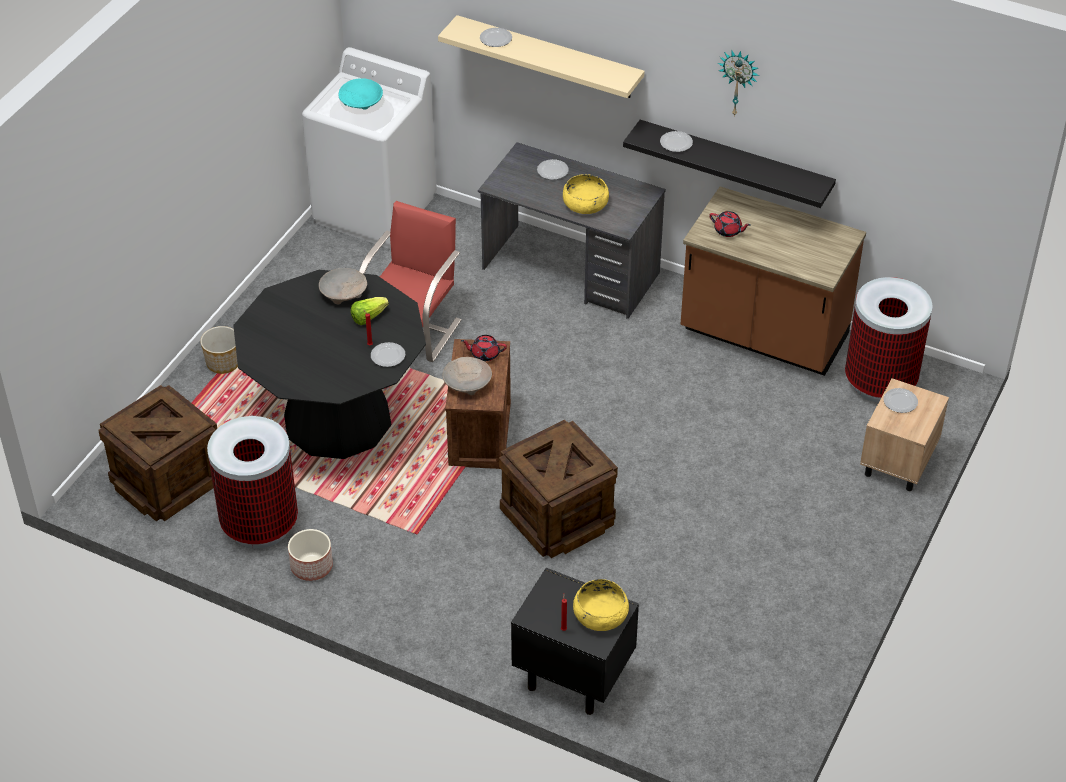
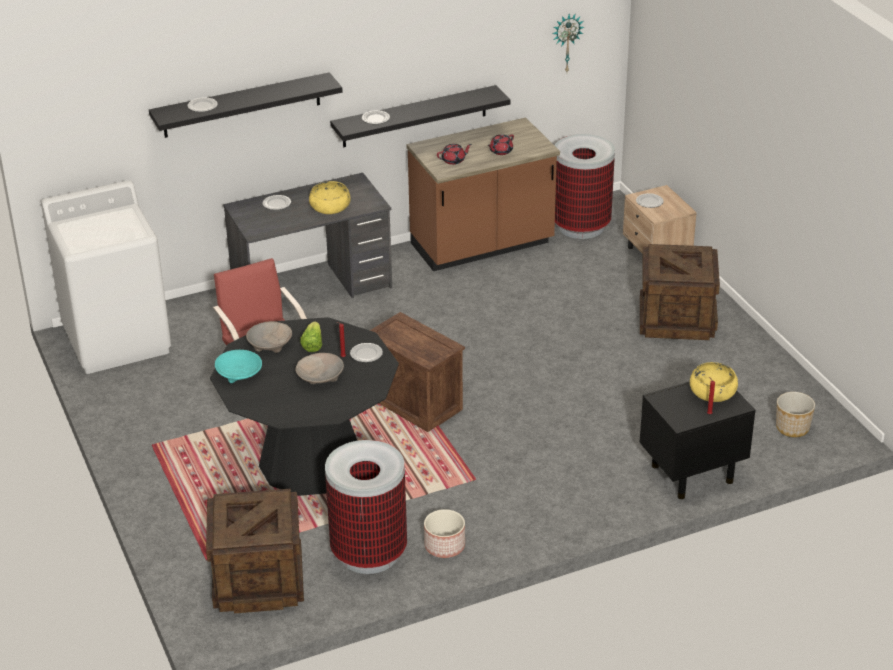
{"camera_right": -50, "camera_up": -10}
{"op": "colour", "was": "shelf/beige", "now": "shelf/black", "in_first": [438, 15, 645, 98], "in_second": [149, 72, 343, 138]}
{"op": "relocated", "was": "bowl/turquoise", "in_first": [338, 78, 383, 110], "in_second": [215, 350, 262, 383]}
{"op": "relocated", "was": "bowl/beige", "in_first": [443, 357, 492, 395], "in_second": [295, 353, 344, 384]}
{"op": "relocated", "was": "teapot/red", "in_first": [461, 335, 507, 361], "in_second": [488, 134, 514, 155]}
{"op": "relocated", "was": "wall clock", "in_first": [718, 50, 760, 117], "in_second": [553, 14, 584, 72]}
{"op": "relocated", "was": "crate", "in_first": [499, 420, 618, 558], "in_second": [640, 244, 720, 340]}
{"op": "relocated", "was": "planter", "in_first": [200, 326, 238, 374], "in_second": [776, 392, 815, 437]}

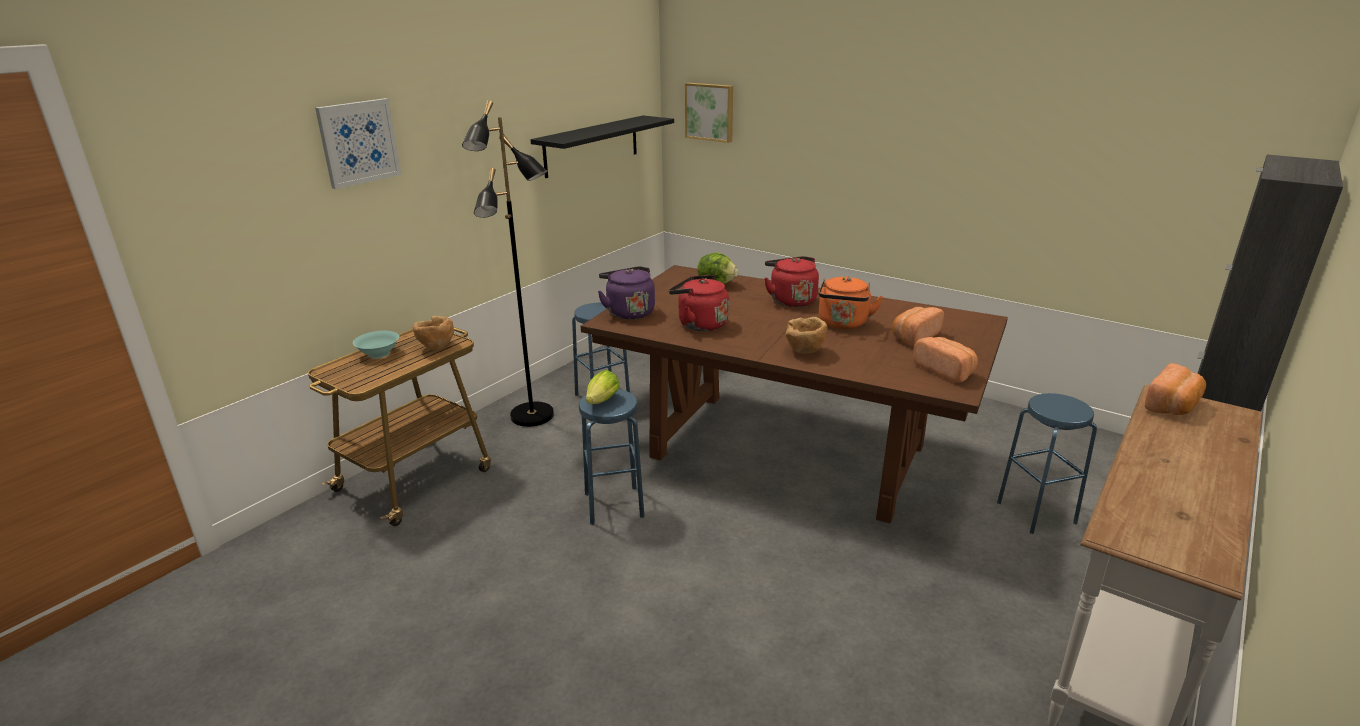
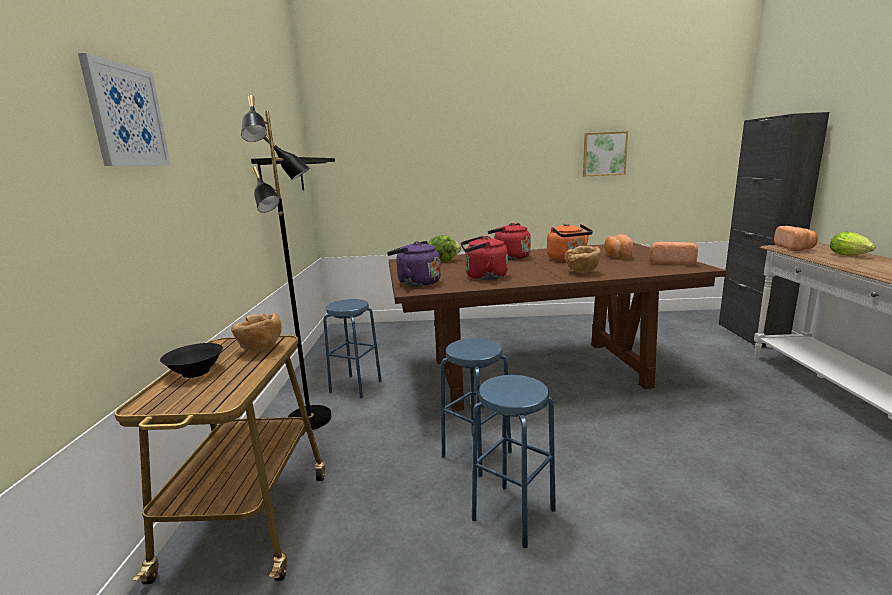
{"camera_right": -35, "camera_up": -10}
{"op": "colour", "was": "bowl/turquoise", "now": "bowl/black", "in_first": [353, 331, 399, 358], "in_second": [160, 343, 223, 378]}
{"op": "relocated", "was": "stool/blue", "in_first": [997, 393, 1097, 534], "in_second": [472, 375, 556, 548]}
{"op": "relocated", "was": "picture", "in_first": [685, 83, 733, 143], "in_second": [583, 131, 628, 176]}
{"op": "relocated", "was": "lettuce", "in_first": [586, 370, 620, 404], "in_second": [830, 232, 876, 256]}

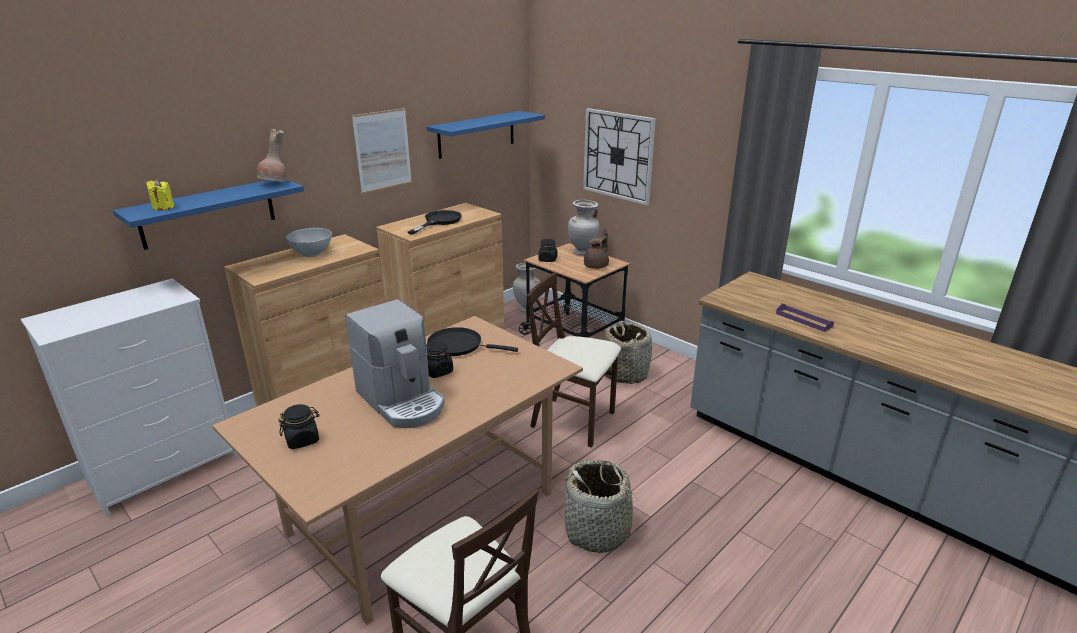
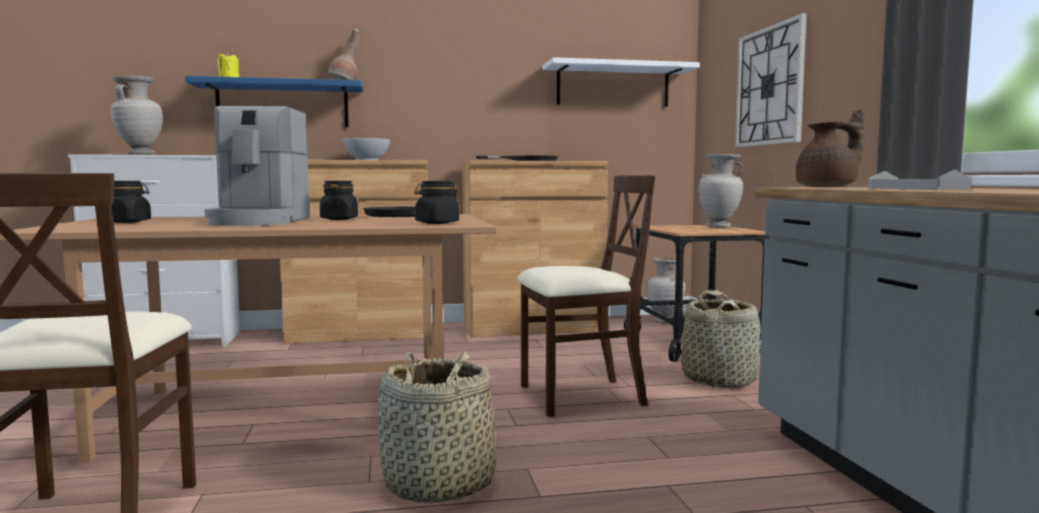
{"camera_right": 35, "camera_up": -20}
{"op": "appeared", "now": "vase/beige", "in_second": [111, 76, 163, 155]}
{"op": "relocated", "was": "jar/black", "in_first": [538, 239, 558, 262], "in_second": [414, 181, 459, 224]}
{"op": "spun", "was": "chair/beige", "in_first": [527, 273, 621, 448], "in_second": [517, 175, 656, 417], "clockwise": 105}
{"op": "colour", "was": "shelf/blue", "now": "shelf/white", "in_first": [427, 111, 545, 159], "in_second": [543, 57, 700, 107]}
{"op": "relocated", "was": "teapot/brown", "in_first": [584, 229, 609, 269], "in_second": [795, 110, 864, 187]}
{"op": "colour", "was": "tray/purple", "now": "tray/grey", "in_first": [776, 304, 834, 332], "in_second": [869, 170, 971, 190]}
{"op": "missing", "was": "picture", "in_first": [352, 108, 412, 194]}

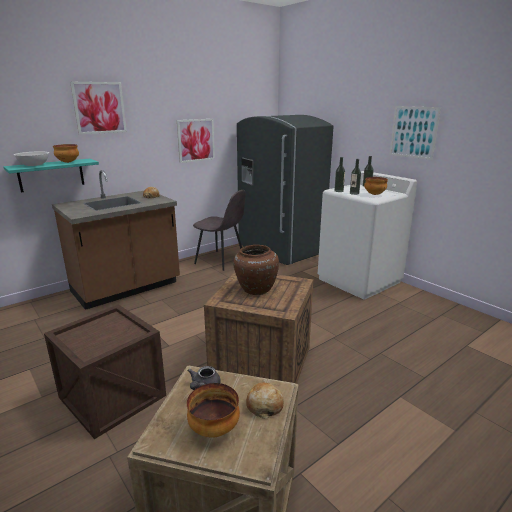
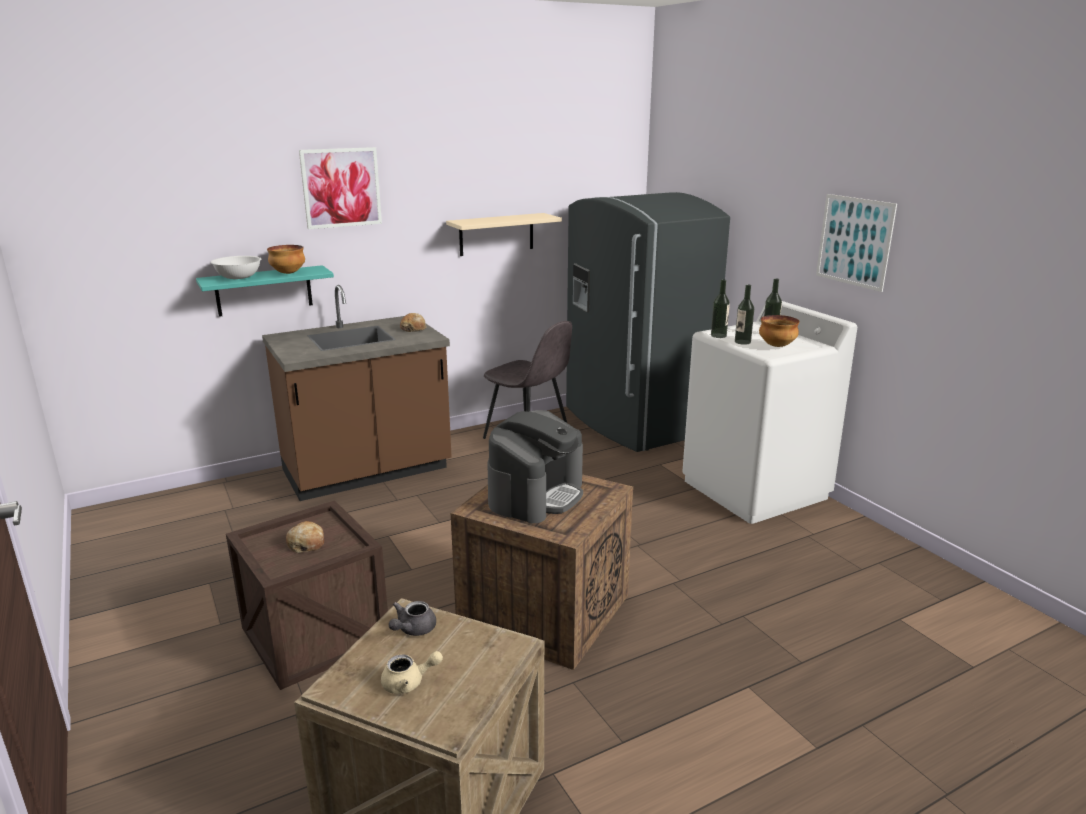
{"camera_right": 10, "camera_up": 0}
{"op": "relocated", "was": "bread", "in_first": [246, 383, 284, 419], "in_second": [286, 521, 324, 553]}
{"op": "exchanged", "was": "bowl", "now": "teapot/beige", "in_first": [187, 383, 240, 438], "in_second": [381, 651, 443, 694]}
{"op": "exchanged", "was": "picture", "now": "shelf/beige", "in_first": [177, 119, 215, 163], "in_second": [446, 213, 562, 256]}
{"op": "exchanged", "was": "vase/brown", "now": "coffee machine", "in_first": [233, 245, 279, 295], "in_second": [488, 410, 583, 523]}

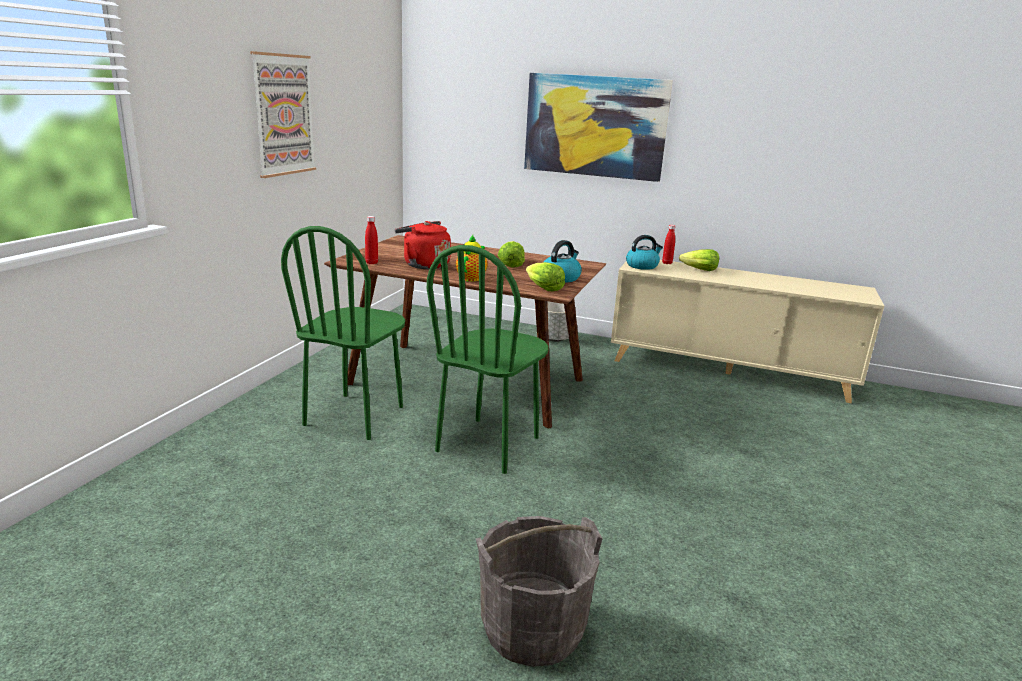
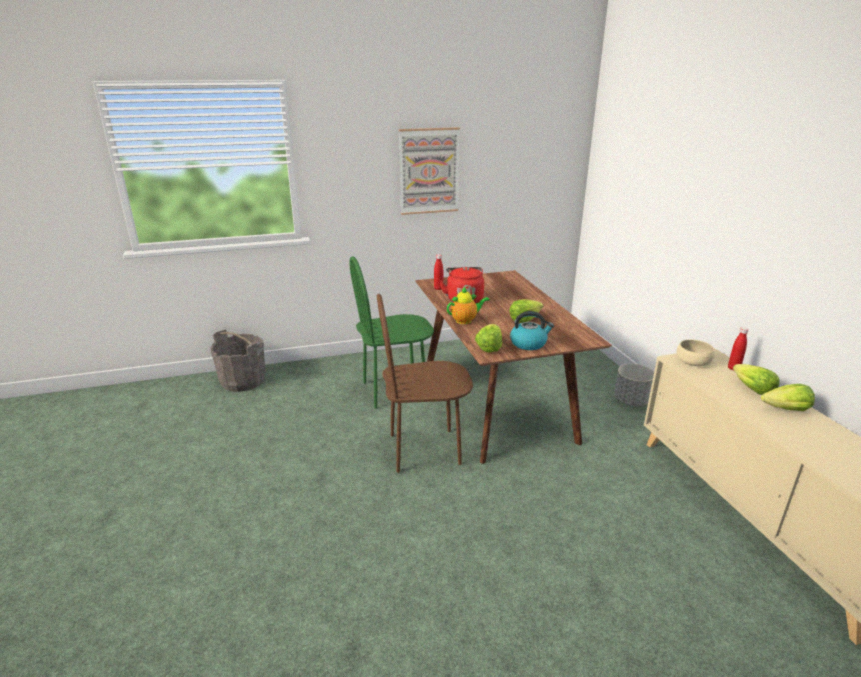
{"camera_right": 55, "camera_up": 5}
{"op": "relocated", "was": "bucket/grey", "in_first": [476, 516, 603, 667], "in_second": [210, 330, 266, 392]}
{"op": "colour", "was": "chair/green", "now": "chair/brown", "in_first": [427, 245, 548, 474], "in_second": [377, 294, 473, 473]}
{"op": "exchanged", "was": "kettle", "now": "bowl/beige", "in_first": [626, 235, 663, 270], "in_second": [677, 340, 715, 366]}
{"op": "appeared", "now": "lettuce", "in_second": [761, 384, 815, 411]}
{"op": "missing", "was": "picture", "in_first": [524, 73, 673, 182]}

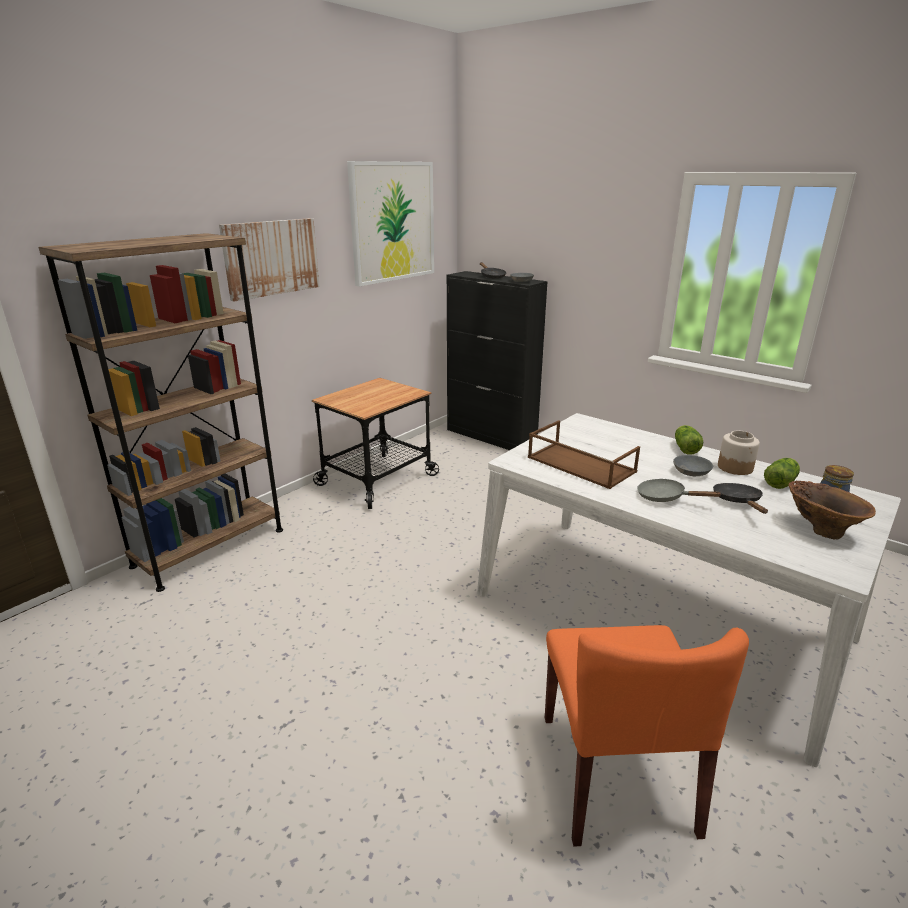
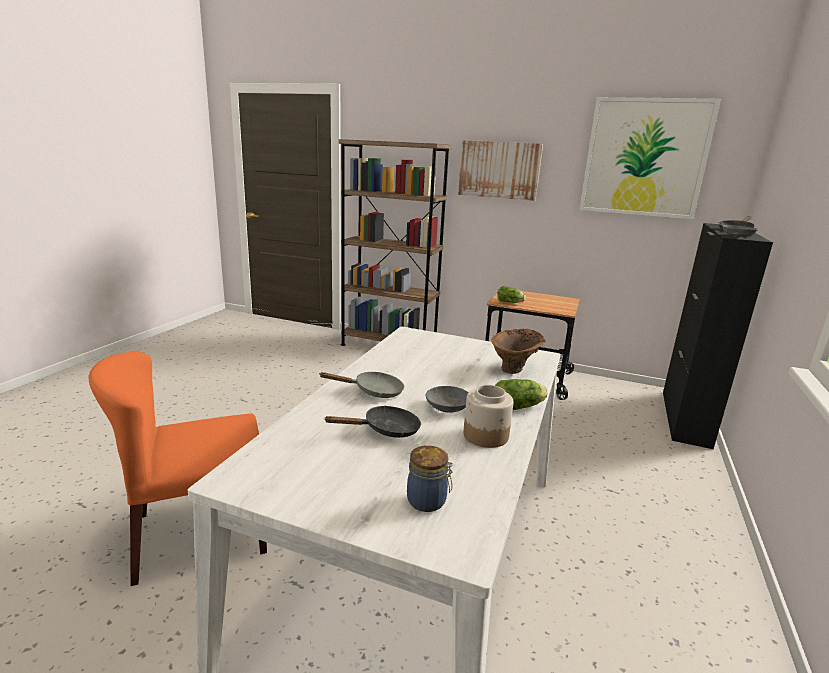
{"camera_right": 70, "camera_up": -5}
{"op": "spun", "was": "frying pan/grey", "in_first": [637, 479, 722, 502], "in_second": [319, 372, 404, 398], "clockwise": 75}
{"op": "relocated", "was": "vase/brown", "in_first": [788, 481, 876, 540], "in_second": [491, 329, 546, 374]}
{"op": "relocated", "was": "lettuce", "in_first": [764, 458, 800, 489], "in_second": [497, 286, 526, 303]}
{"op": "missing", "was": "tray/brown", "in_first": [528, 420, 640, 489]}

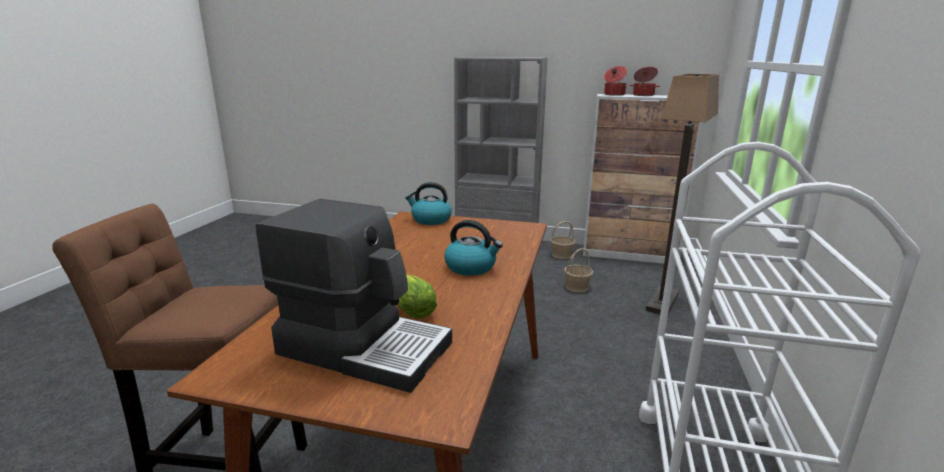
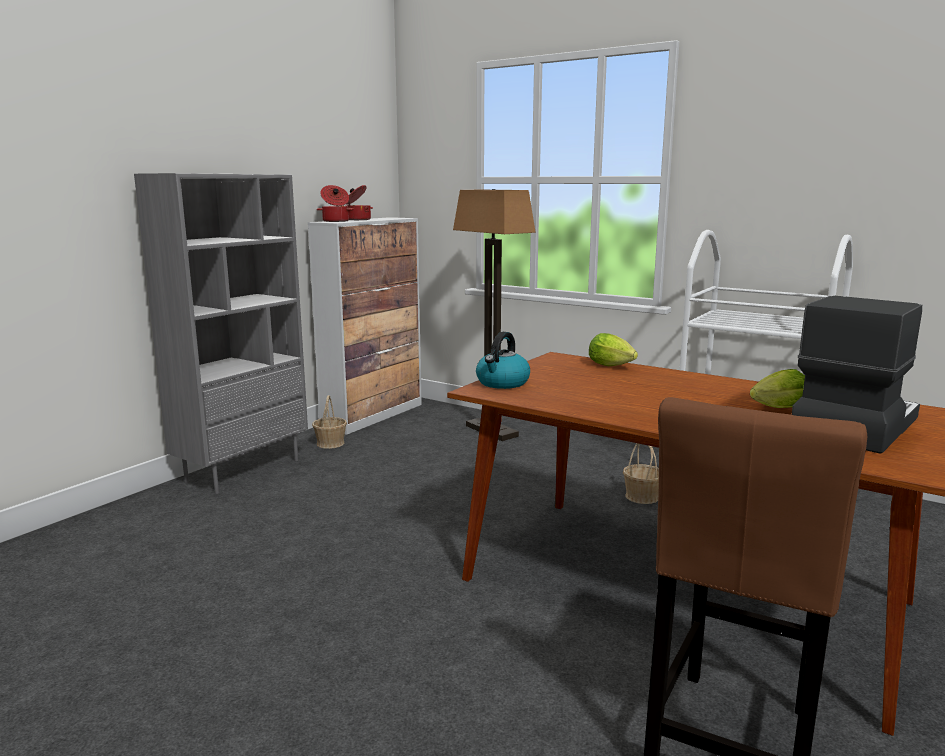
{"camera_right": -70, "camera_up": -5}
{"op": "appeared", "now": "lettuce", "in_second": [589, 333, 638, 366]}
{"op": "relocated", "was": "basket", "in_first": [564, 248, 593, 292], "in_second": [623, 443, 659, 504]}
{"op": "missing", "was": "kettle", "in_first": [444, 220, 503, 276]}

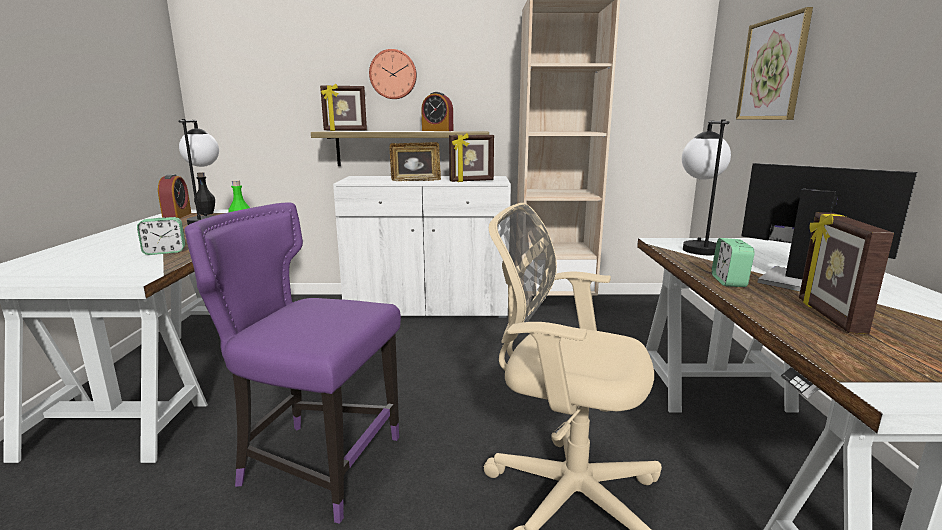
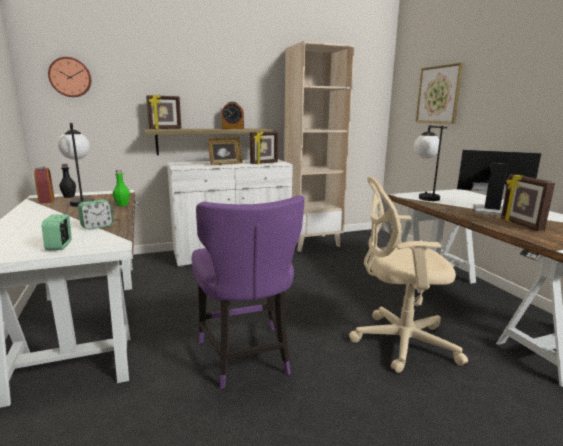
{"camera_right": -20, "camera_up": 0}
{"op": "relocated", "was": "alarm clock", "in_first": [712, 238, 755, 287], "in_second": [42, 214, 72, 250]}
{"op": "relocated", "was": "wall clock", "in_first": [369, 49, 417, 99], "in_second": [48, 57, 91, 97]}
{"op": "spun", "was": "chair/purple", "in_first": [185, 202, 401, 524], "in_second": [192, 195, 305, 389], "clockwise": -105}

